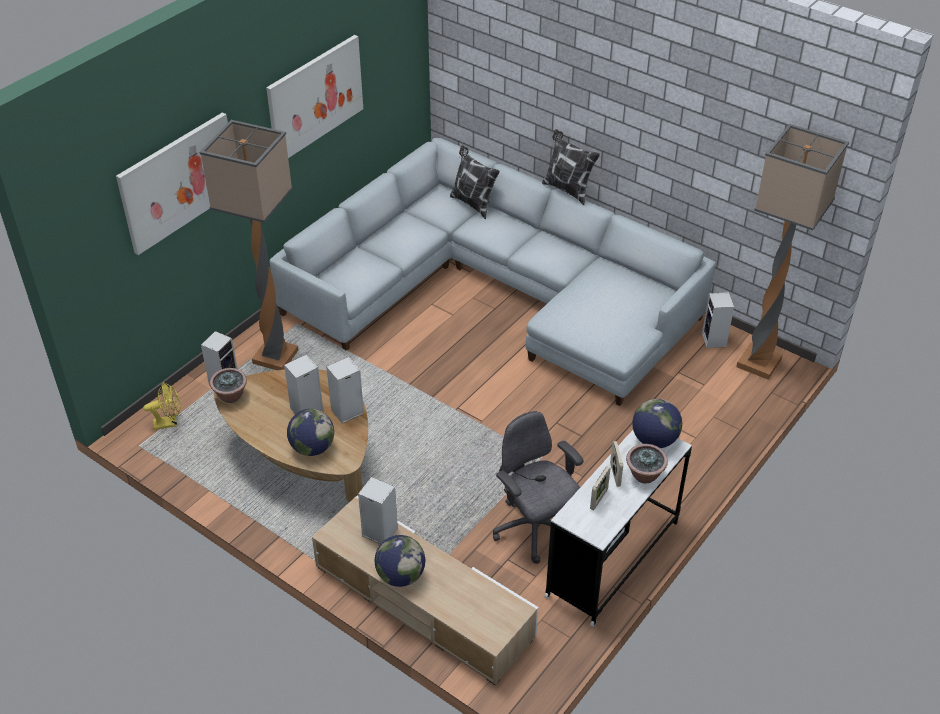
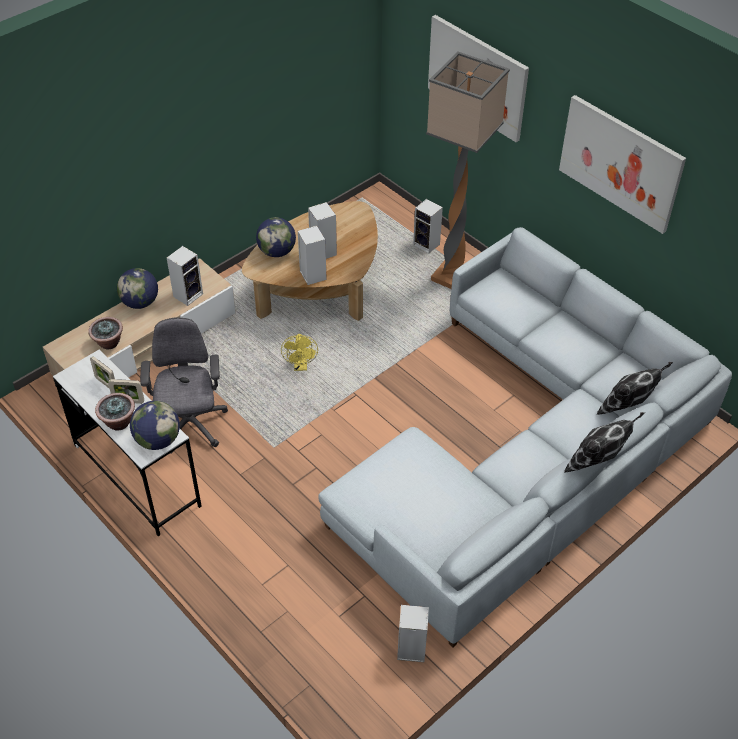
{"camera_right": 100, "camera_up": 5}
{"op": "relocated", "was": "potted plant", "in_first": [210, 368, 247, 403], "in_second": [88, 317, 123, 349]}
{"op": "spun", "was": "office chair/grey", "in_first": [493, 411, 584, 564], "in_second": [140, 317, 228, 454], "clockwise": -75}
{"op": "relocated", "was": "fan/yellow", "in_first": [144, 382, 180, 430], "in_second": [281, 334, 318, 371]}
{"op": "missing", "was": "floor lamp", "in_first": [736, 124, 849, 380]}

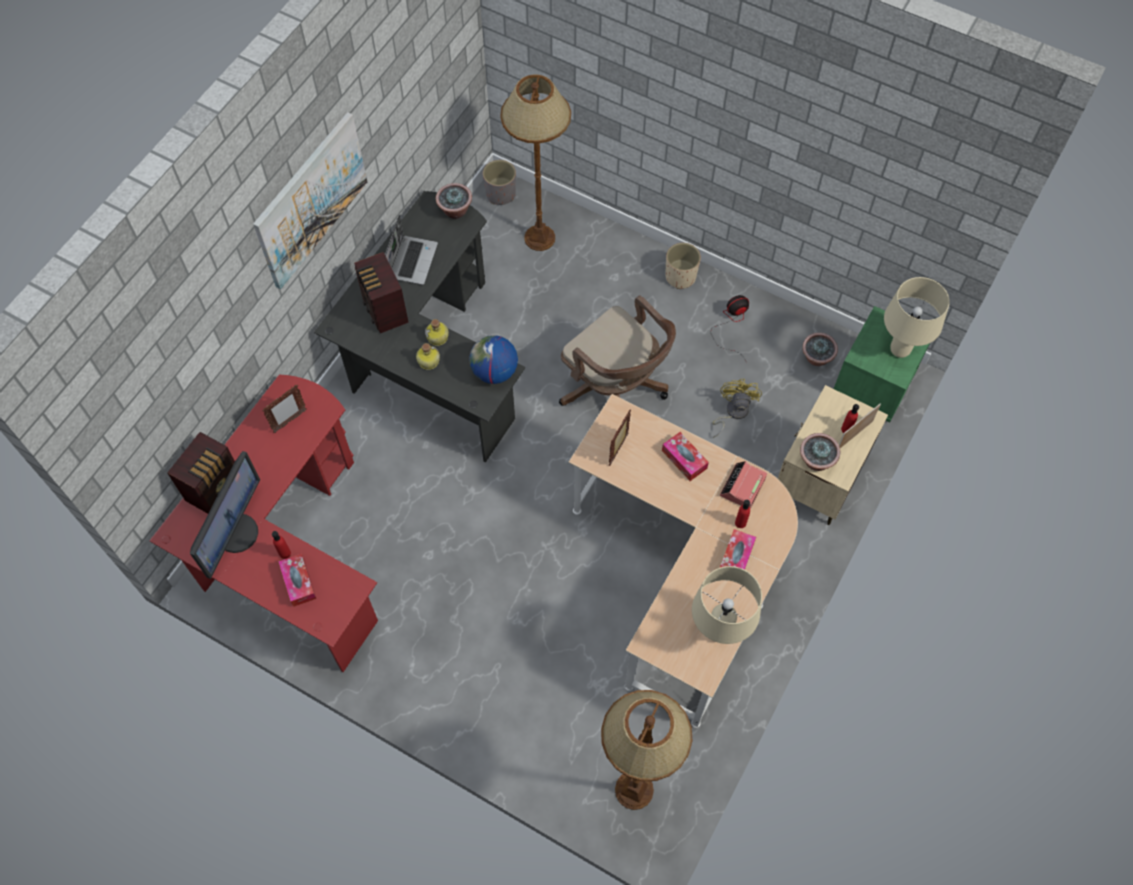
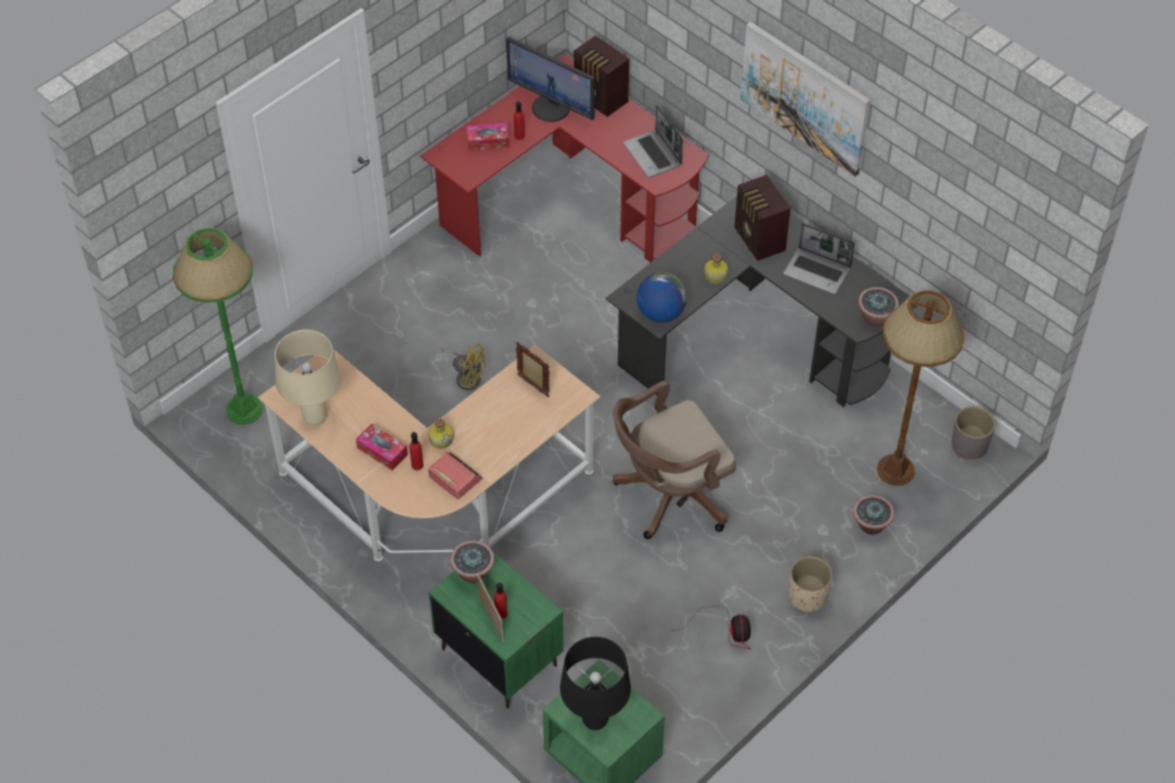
{"camera_right": 105, "camera_up": -10}
{"op": "colour", "was": "floor lamp/brown", "now": "floor lamp/green", "in_first": [601, 690, 693, 810], "in_second": [173, 228, 263, 425]}
{"op": "relocated", "was": "bottle", "in_first": [416, 343, 440, 370], "in_second": [428, 418, 454, 449]}
{"op": "colour", "was": "nightstand/beige", "now": "nightstand/green", "in_first": [778, 385, 888, 525], "in_second": [429, 552, 564, 709]}
{"op": "relocated", "was": "fan/yellow", "in_first": [712, 379, 762, 438], "in_second": [441, 344, 485, 390]}
{"op": "colour", "was": "table lamp/beige", "now": "table lamp/black", "in_first": [884, 277, 950, 358], "in_second": [560, 637, 631, 730]}
{"op": "exchanged", "was": "picture frame", "now": "laptop", "in_first": [262, 385, 307, 433], "in_second": [623, 105, 683, 177]}
{"op": "spun", "was": "radio", "in_first": [354, 252, 409, 334], "in_second": [734, 175, 791, 261], "clockwise": -105}
{"op": "relocated", "was": "potted plant", "in_first": [802, 333, 838, 366], "in_second": [853, 495, 894, 535]}
{"op": "missing", "was": "tissue box", "in_first": [662, 432, 709, 481]}

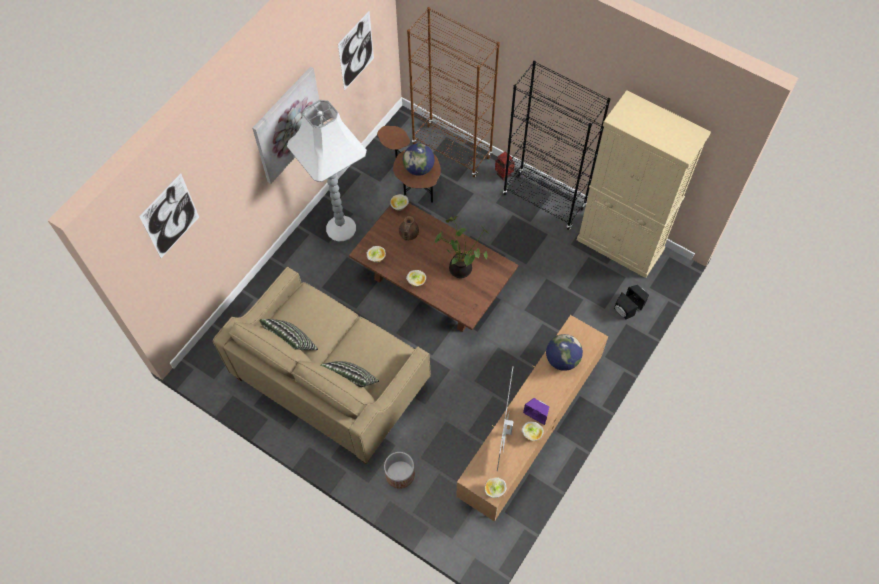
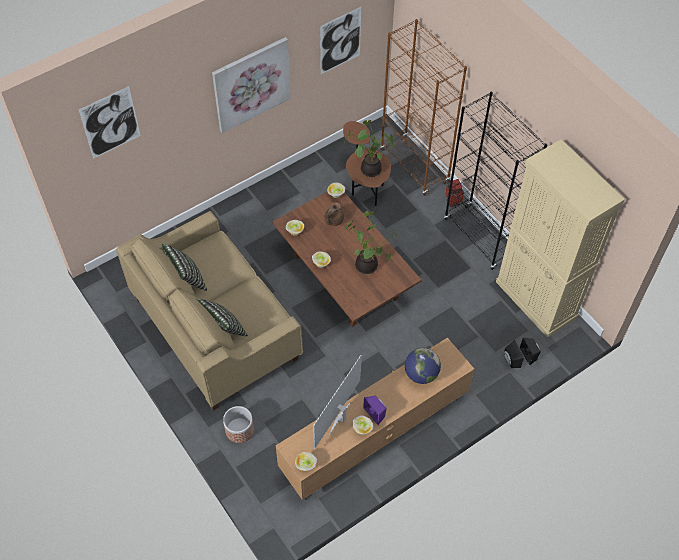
{"camera_right": 20, "camera_up": -5}
{"op": "exchanged", "was": "globe", "now": "potted plant", "in_first": [403, 144, 435, 176], "in_second": [344, 120, 394, 177]}
{"op": "missing", "was": "floor lamp/white", "in_first": [287, 100, 367, 241]}

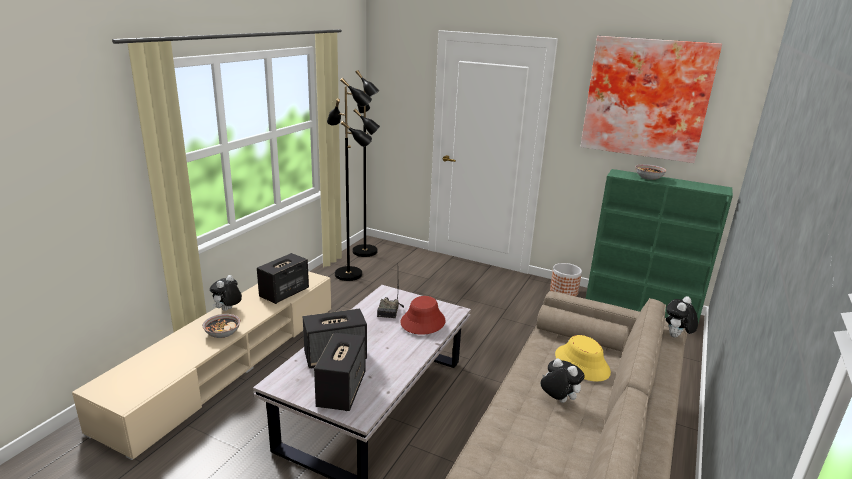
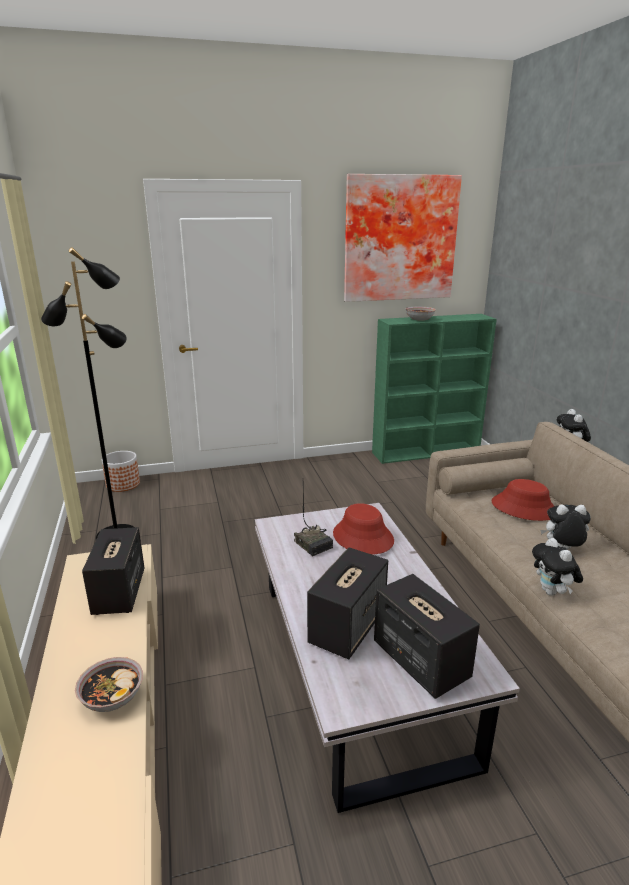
{"camera_right": -40, "camera_up": 0}
{"op": "relocated", "was": "planter", "in_first": [550, 263, 582, 296], "in_second": [102, 451, 140, 492]}
{"op": "colour", "was": "hat/yellow", "now": "hat/red", "in_first": [555, 335, 611, 382], "in_second": [492, 479, 554, 521]}
{"op": "relocated", "was": "plush toy", "in_first": [210, 275, 242, 311], "in_second": [532, 538, 583, 596]}
{"op": "missing", "was": "floor lamp/black", "in_first": [352, 70, 380, 257]}

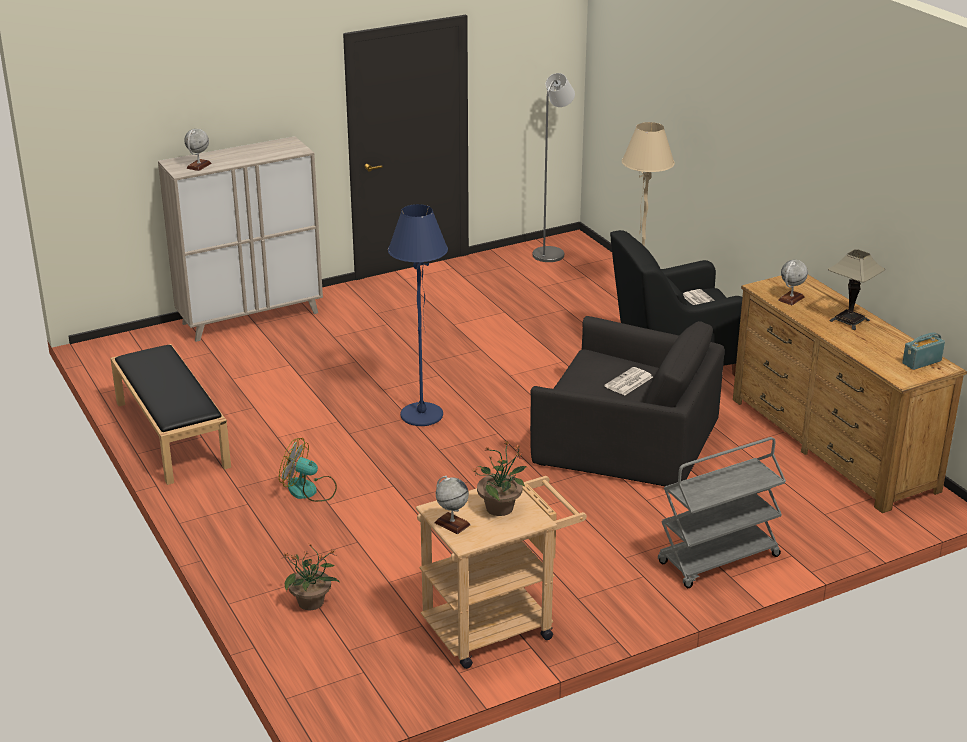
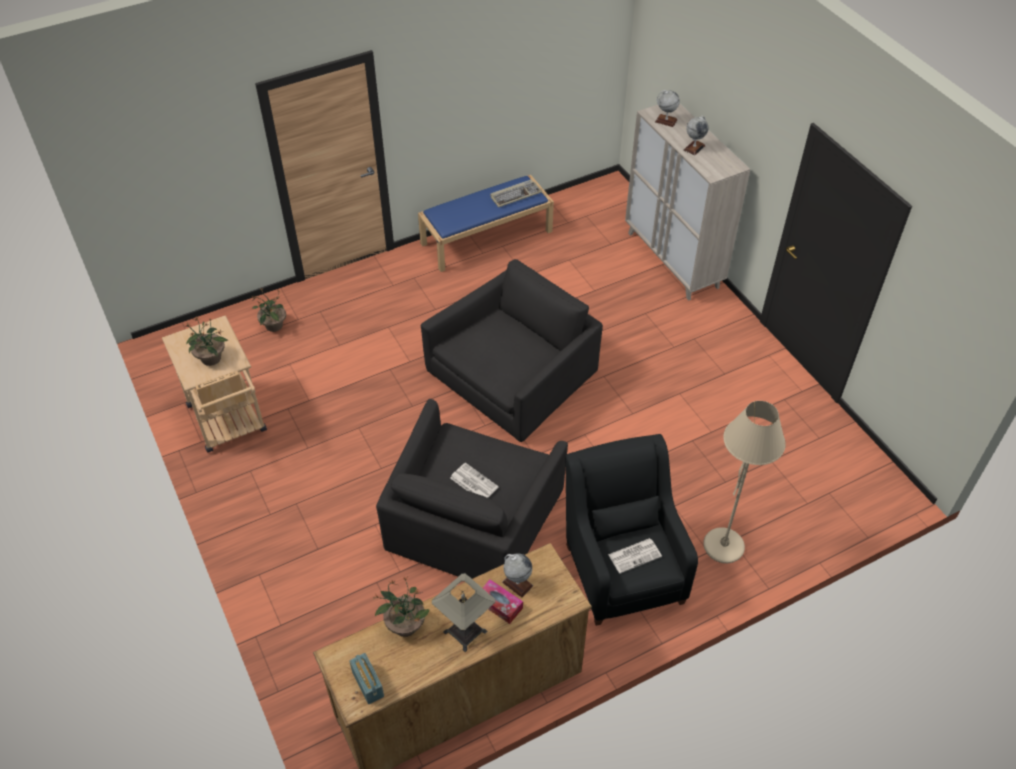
{"camera_right": 90, "camera_up": 20}
{"op": "appeared", "now": "potted plant", "in_second": [374, 576, 429, 637]}
{"op": "colour", "was": "bench/black", "now": "bench/blue", "in_first": [110, 344, 231, 485], "in_second": [418, 175, 554, 272]}
{"op": "exchanged", "was": "floor lamp/blue", "now": "armchair/black", "in_first": [388, 204, 448, 426], "in_second": [421, 259, 603, 442]}
{"op": "appeared", "now": "tissue box", "in_second": [482, 579, 523, 624]}
{"op": "appeared", "now": "keyboard", "in_second": [490, 180, 542, 208]}
{"op": "relocated", "was": "globe", "in_first": [435, 476, 471, 534], "in_second": [684, 116, 709, 155]}
{"op": "missing", "was": "fan", "in_first": [279, 438, 337, 502]}
{"op": "missing", "was": "floor lamp/grey", "in_first": [533, 73, 575, 262]}
{"op": "missing", "was": "cart/grey", "in_first": [658, 437, 786, 588]}

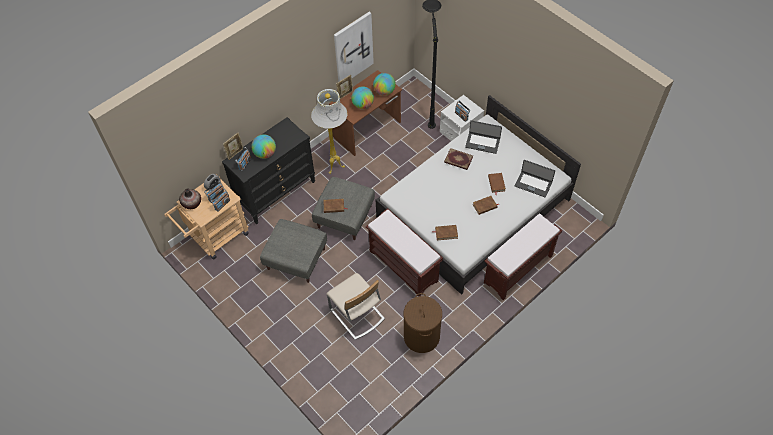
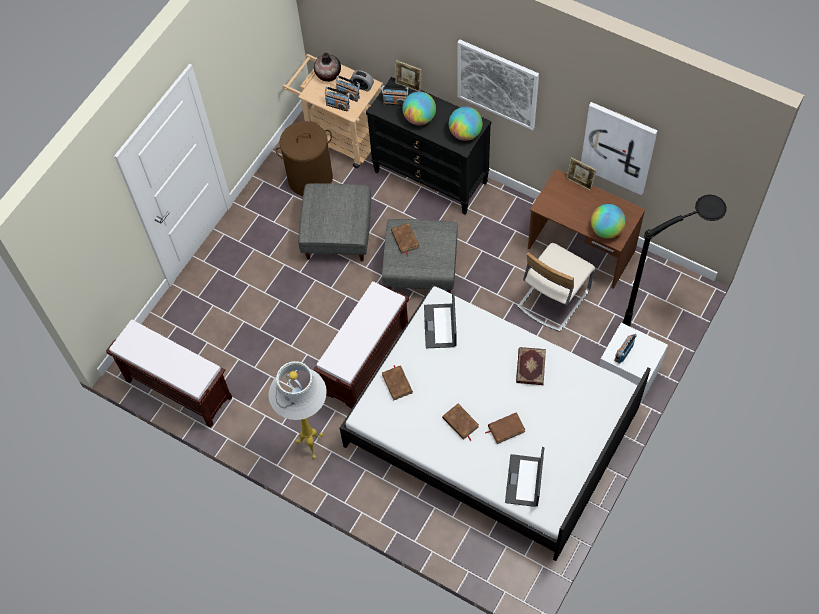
{"camera_right": 75, "camera_up": 5}
{"op": "relocated", "was": "bench/brown", "in_first": [484, 214, 562, 300], "in_second": [106, 319, 232, 428]}
{"op": "relocated", "was": "floor lamp/white", "in_first": [311, 89, 347, 174], "in_second": [269, 361, 327, 459]}
{"op": "relocated", "was": "laundry basket/brown", "in_first": [403, 293, 442, 353], "in_second": [276, 121, 333, 196]}
{"op": "relocated", "was": "laptop", "in_first": [465, 120, 502, 154], "in_second": [424, 290, 457, 348]}
{"op": "relocated", "was": "globe", "in_first": [351, 86, 374, 109], "in_second": [449, 107, 482, 141]}
{"op": "appeared", "now": "picture", "in_second": [457, 39, 539, 130]}
{"op": "relocated", "was": "chair/beige", "in_first": [327, 273, 385, 340], "in_second": [517, 243, 595, 332]}

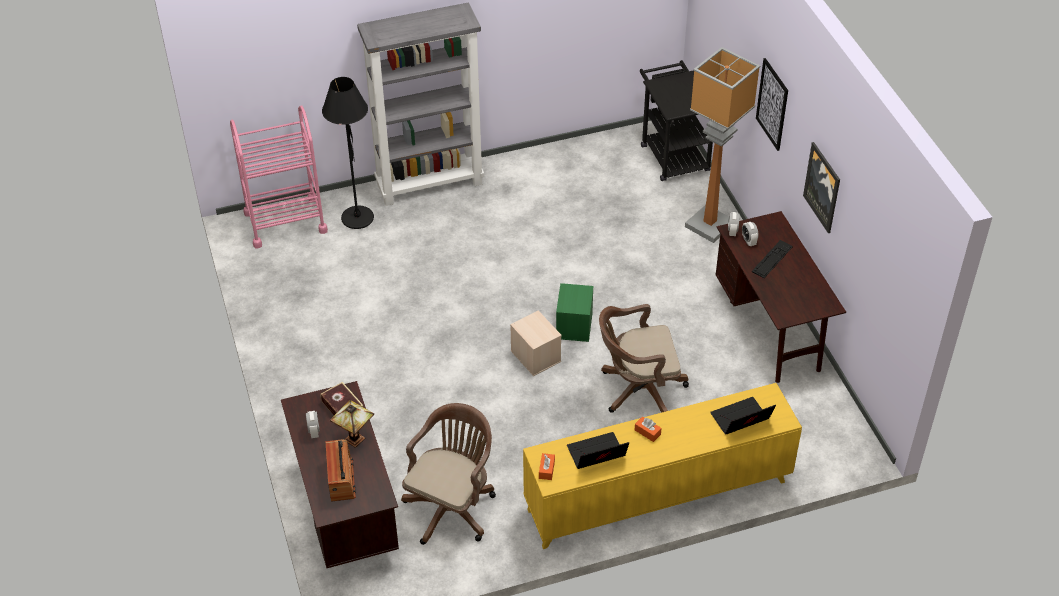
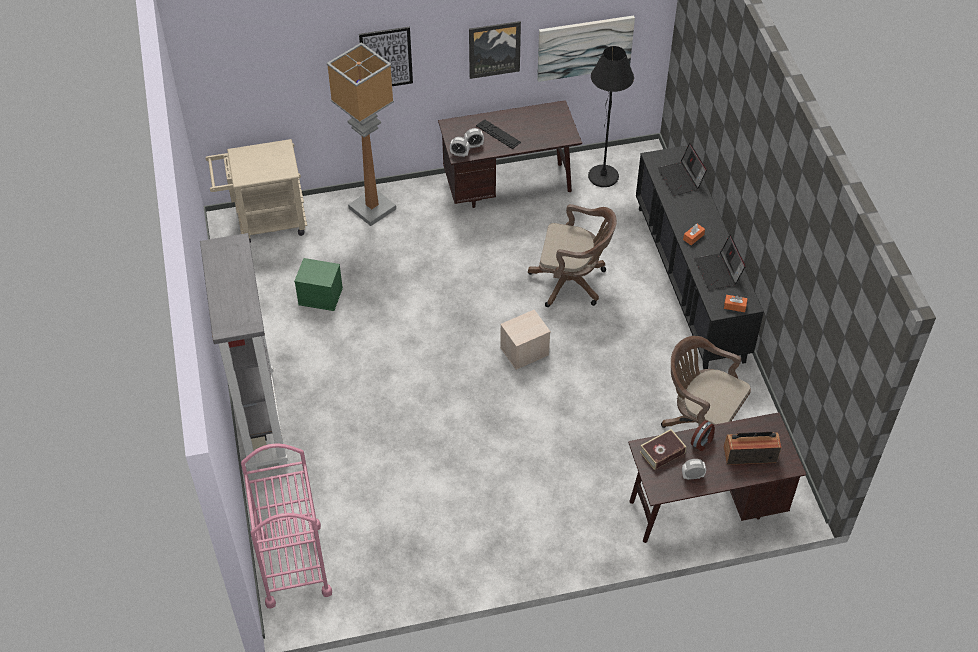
{"camera_right": -85, "camera_up": 5}
{"op": "colour", "was": "cart/black", "now": "cart/beige", "in_first": [640, 60, 713, 181], "in_second": [205, 139, 307, 243]}
{"op": "relocated", "was": "storage box/green", "in_first": [556, 283, 594, 342], "in_second": [294, 258, 343, 311]}
{"op": "spun", "was": "office chair/brown", "in_first": [599, 304, 689, 413], "in_second": [528, 204, 617, 307], "clockwise": -75}
{"op": "appeared", "now": "picture", "in_second": [537, 15, 635, 82]}
{"op": "relocated", "was": "floor lamp/black", "in_first": [322, 77, 374, 229], "in_second": [588, 46, 634, 187]}
{"op": "colour", "was": "cabinet/yellow", "now": "cabinet/black", "in_first": [523, 383, 802, 549], "in_second": [636, 145, 764, 369]}
{"op": "exchanged", "was": "table lamp", "now": "alarm clock", "in_first": [330, 400, 374, 448], "in_second": [691, 420, 715, 451]}

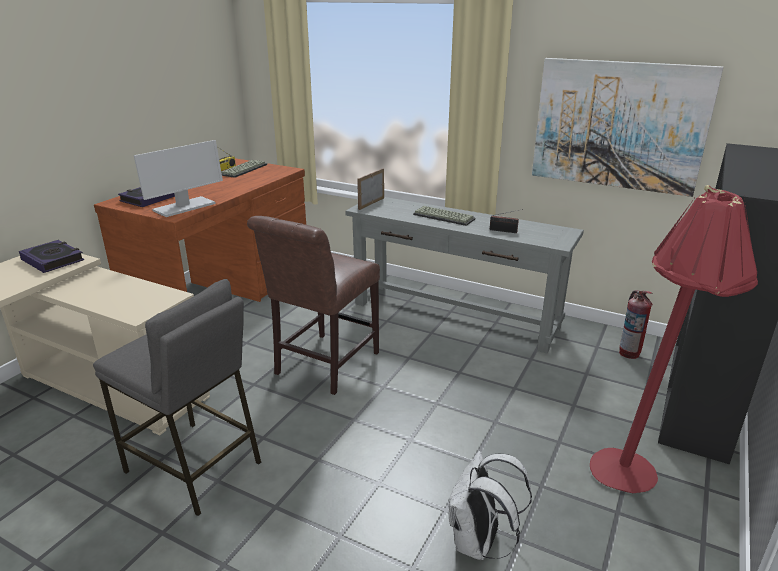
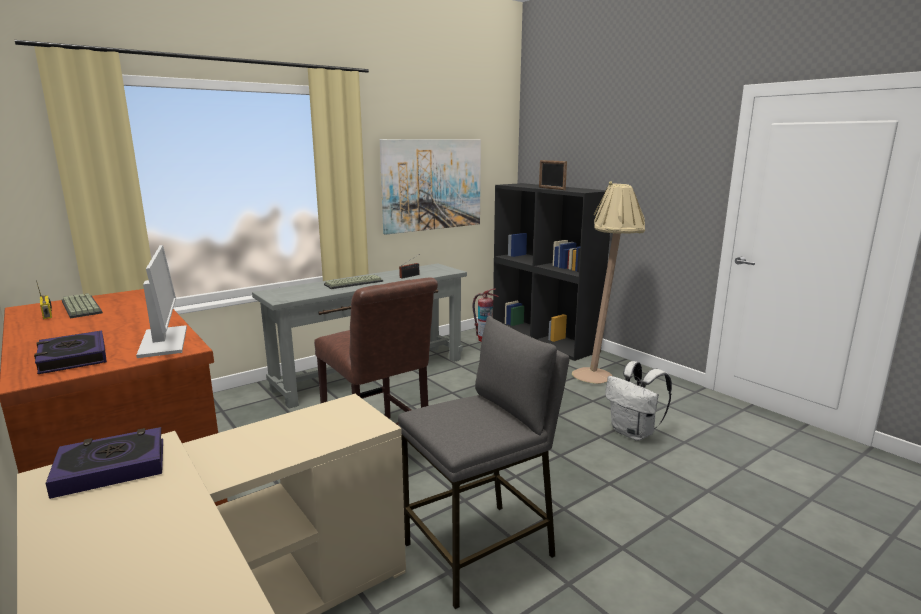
{"camera_right": -65, "camera_up": -10}
{"op": "relocated", "was": "picture frame", "in_first": [357, 168, 384, 210], "in_second": [539, 160, 567, 190]}
{"op": "colour", "was": "floor lamp/red", "now": "floor lamp/beige", "in_first": [590, 185, 758, 493], "in_second": [572, 181, 645, 384]}

